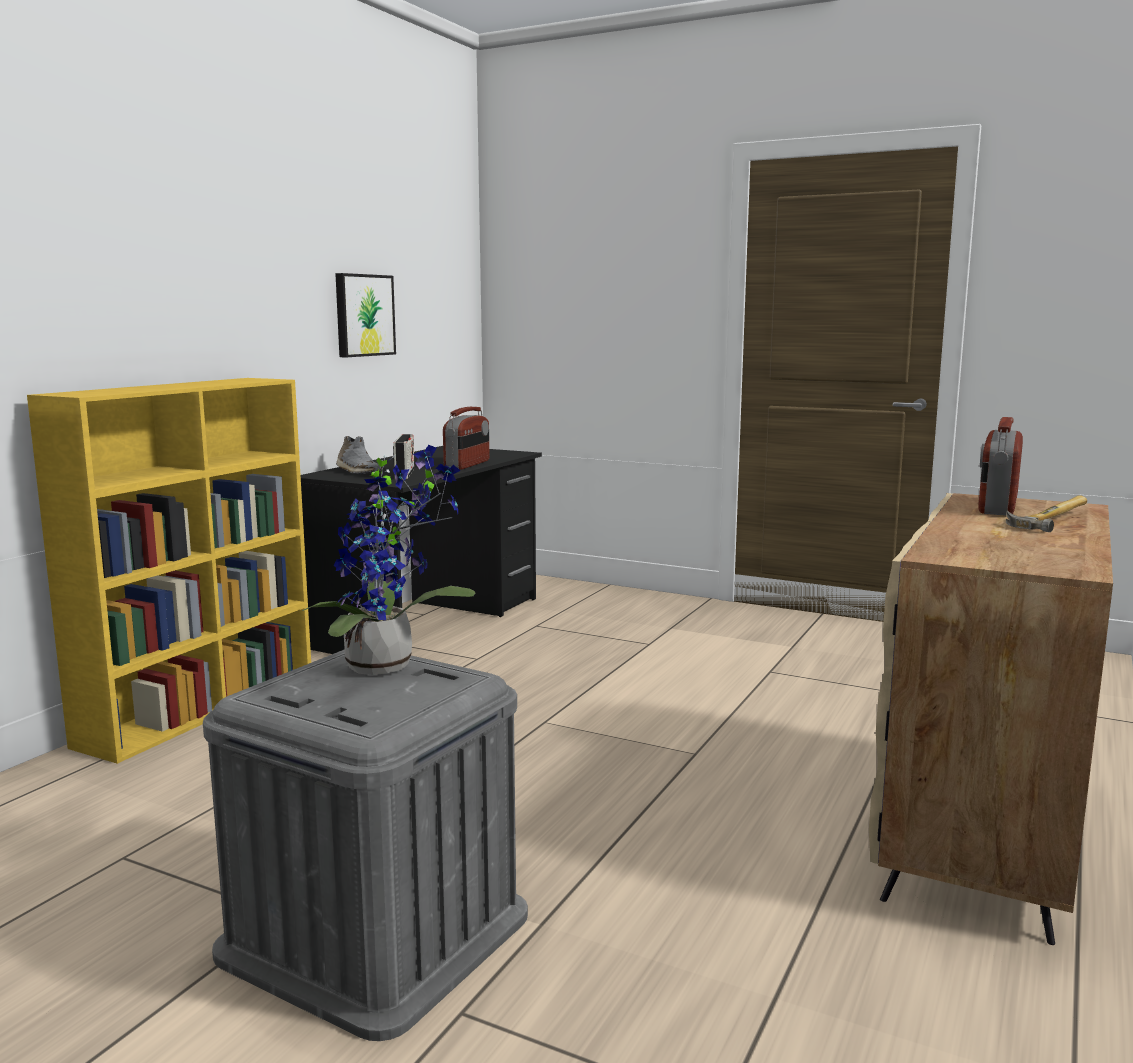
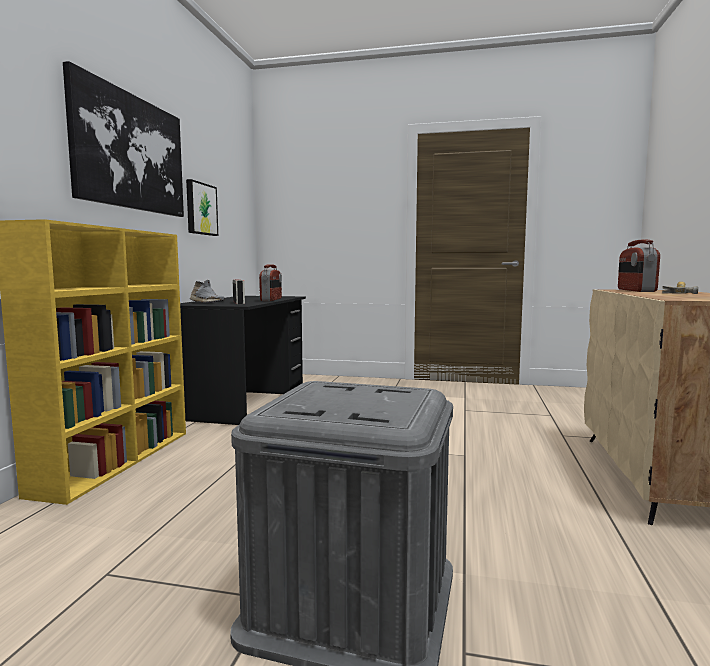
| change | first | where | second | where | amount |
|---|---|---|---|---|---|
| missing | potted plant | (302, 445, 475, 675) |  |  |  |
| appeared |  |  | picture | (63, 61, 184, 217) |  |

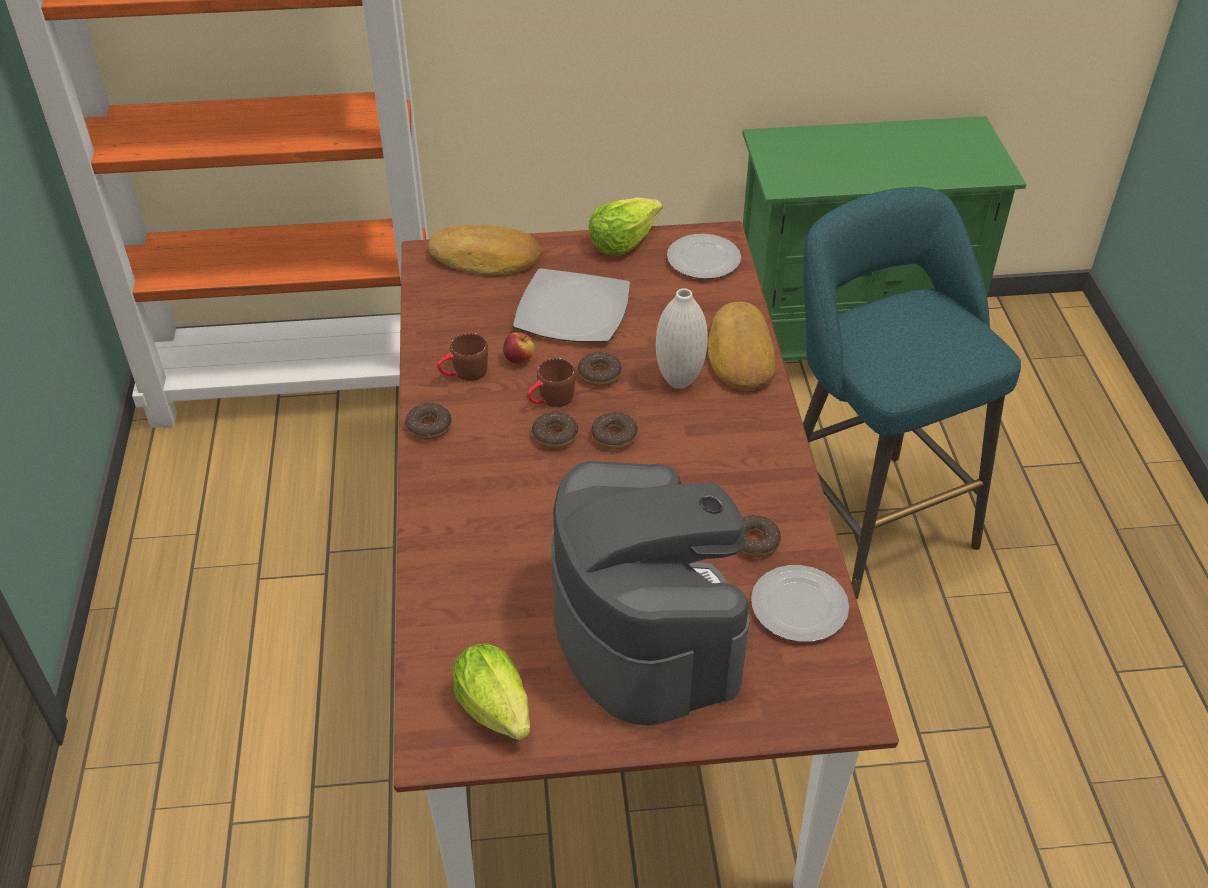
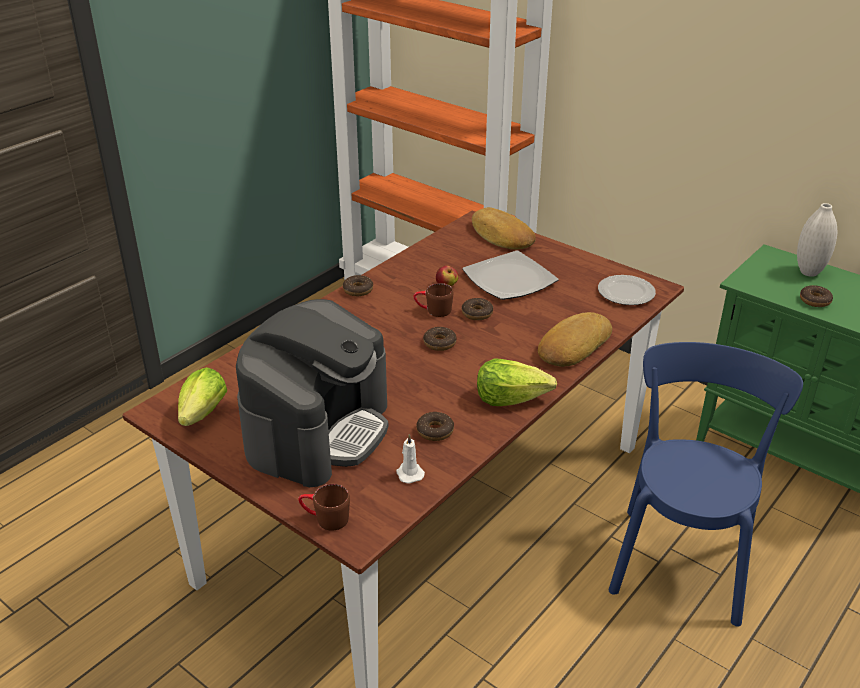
| change | first | where | second | where | amount |
|---|---|---|---|---|---|
| exchanged | turquoise stool | (803, 187, 1021, 599) | blue chair | (609, 342, 803, 627) |  |
| relocated | lettuce | (588, 198, 662, 255) |  | (477, 358, 557, 406) |  |
| relocated | white vase | (656, 288, 708, 389) |  | (797, 203, 837, 277) |  |
| relocated | brown mug | (437, 333, 488, 381) |  | (298, 484, 350, 531) |  |
| relocated | donut | (532, 412, 578, 449) |  | (800, 285, 833, 307) |  |
| exchanged | plate | (751, 565, 849, 642) | white candle | (396, 434, 425, 484) |  |

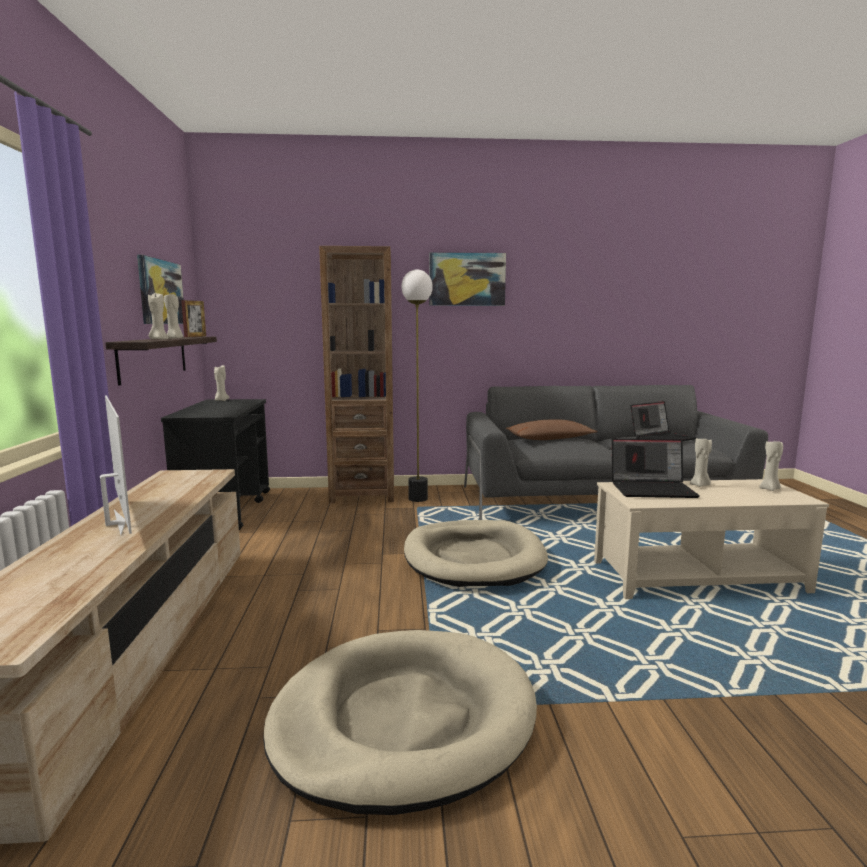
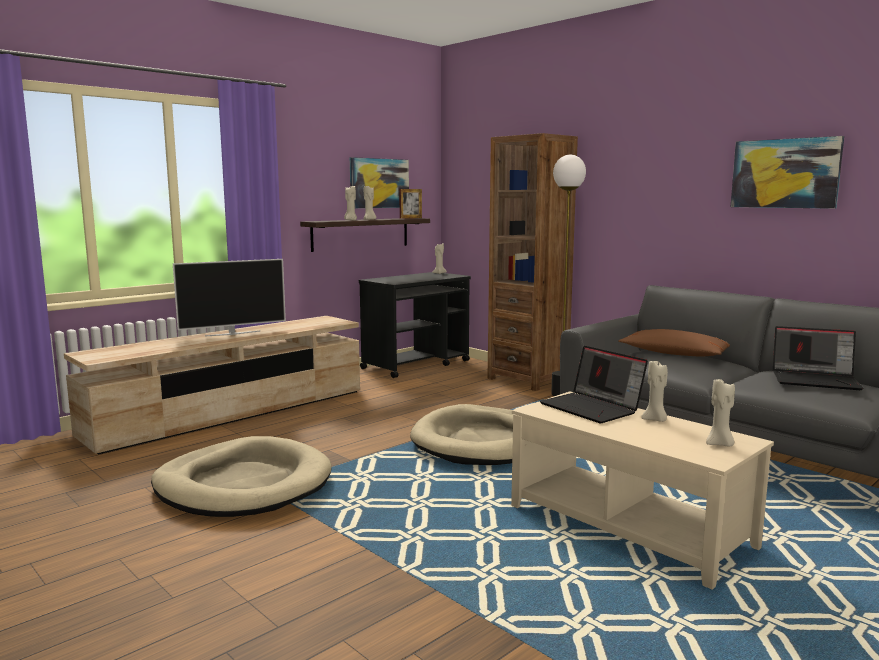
| change | first | where | second | where | amount |
|---|---|---|---|---|---|
| relocated | picture | (429, 252, 506, 306) |  | (731, 136, 844, 209) |  |
| spun | television | (100, 395, 132, 535) |  | (173, 259, 286, 336) | 45 degrees clockwise |

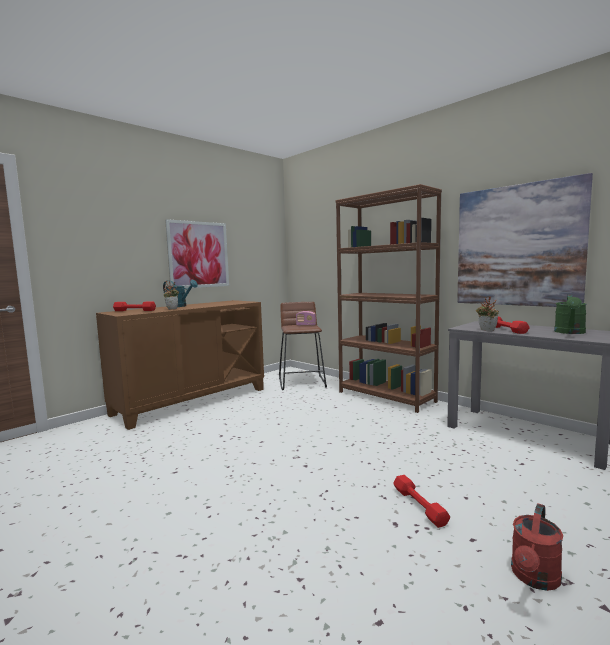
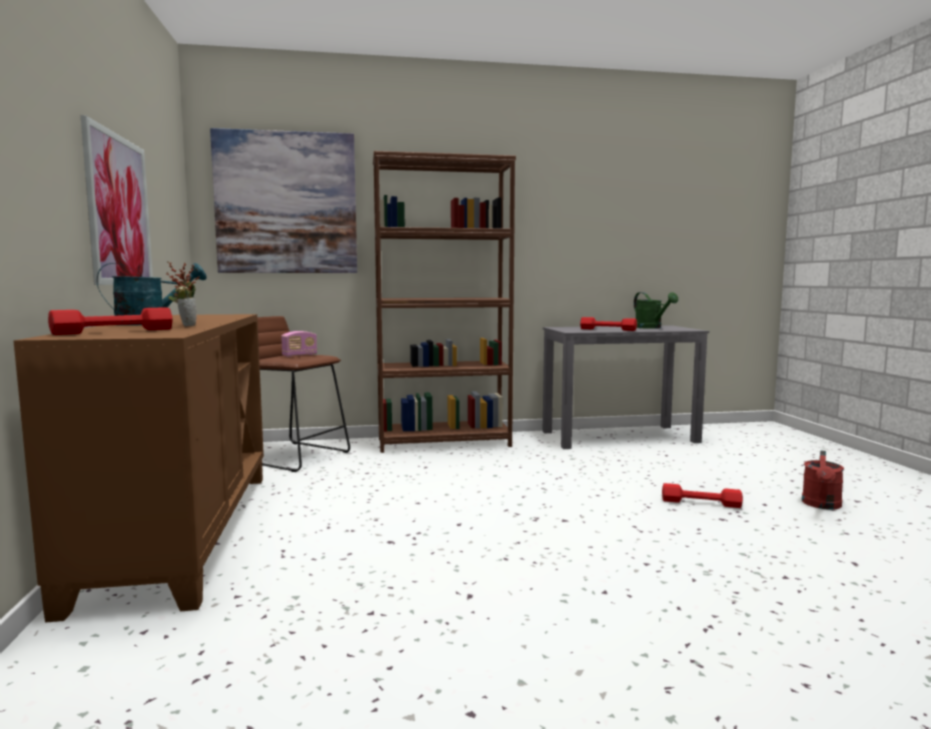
| change | first | where | second | where | amount |
|---|---|---|---|---|---|
| relocated | picture | (457, 173, 593, 307) |  | (210, 128, 357, 273) |  |
| missing | potted plant | (476, 296, 499, 331) |  |  |  |
| spun | red watering can | (511, 503, 563, 591) |  | (802, 450, 844, 510) | 45 degrees clockwise |

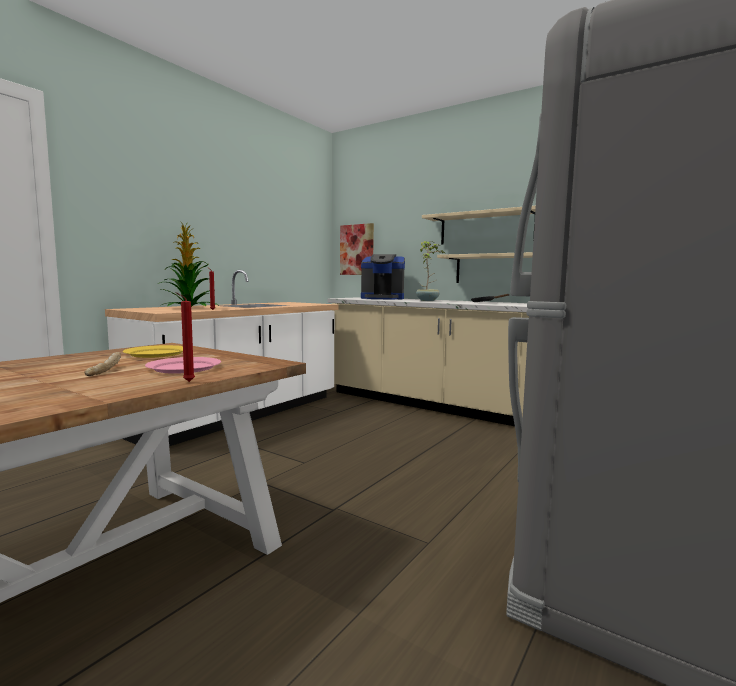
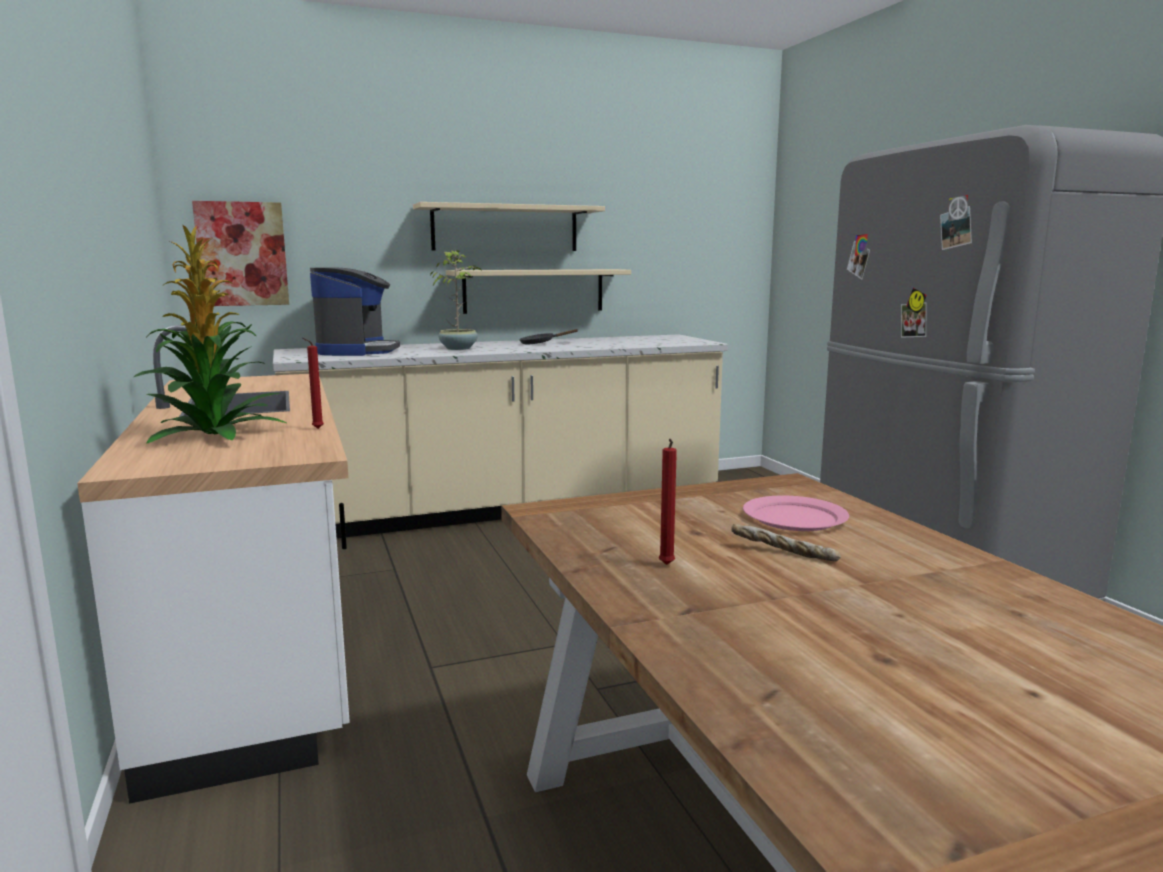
| change | first | where | second | where | amount |
|---|---|---|---|---|---|
| spun | coffee machine | (361, 254, 405, 300) |  | (310, 267, 400, 356) | 45 degrees counterclockwise |
| relocated | red candle | (175, 292, 195, 382) |  | (659, 439, 677, 565) |  |
| missing | yellow plate | (123, 345, 183, 358) |  |  |  |

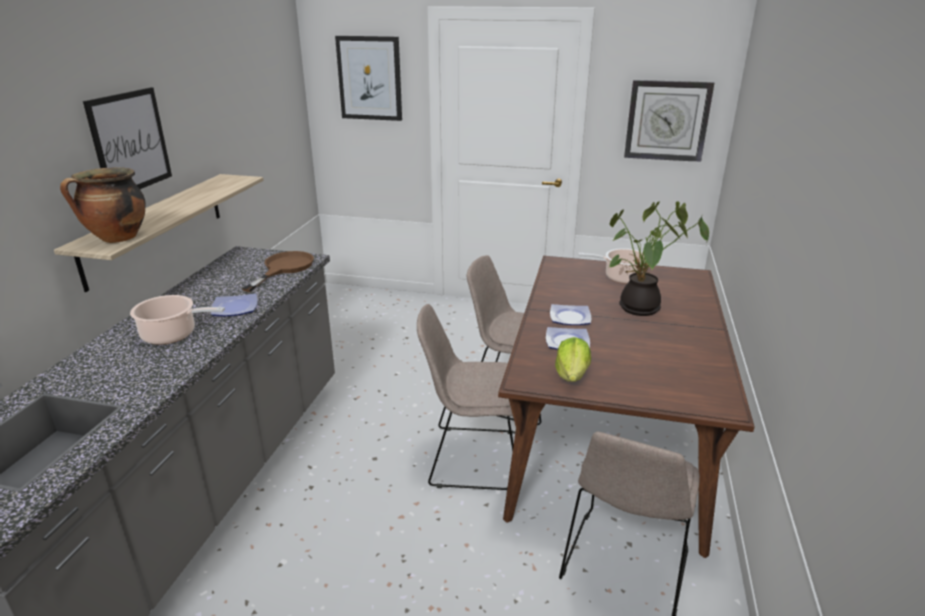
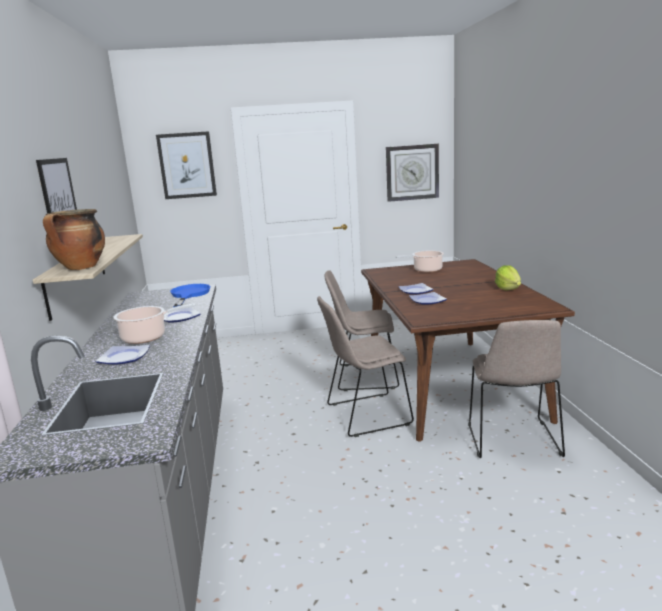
| change | first | where | second | where | amount |
|---|---|---|---|---|---|
| missing | potted plant | (608, 201, 709, 316) |  |  |  |
| colour | brown frying pan | (242, 251, 314, 292) | blue frying pan | (170, 284, 210, 307) |  |
| relocated | lettuce | (555, 337, 591, 382) |  | (495, 265, 521, 290) |  |
| appeared |  |  | plate | (95, 345, 150, 364) |  |

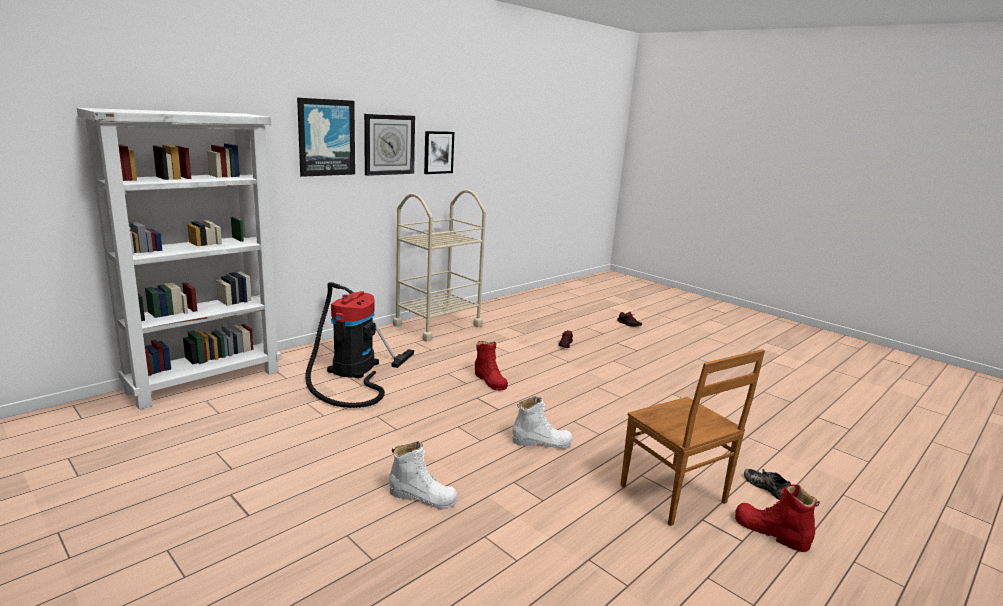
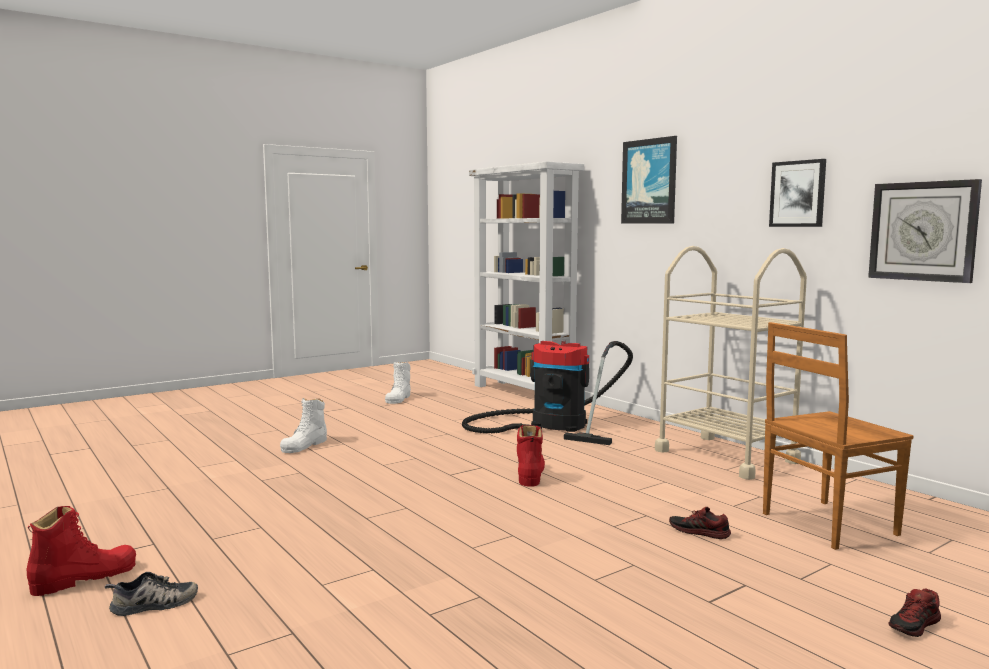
| change | first | where | second | where | amount |
|---|---|---|---|---|---|
| relocated | wall clock | (364, 114, 415, 176) |  | (868, 179, 982, 283) |  |
| spun | red boot | (475, 341, 508, 391) |  | (517, 425, 545, 487) | 120 degrees clockwise |
| relocated | brown chair | (620, 349, 765, 526) |  | (763, 322, 914, 550) |  |
| relocated | white boot | (512, 396, 572, 449) |  | (385, 362, 411, 404) |  |

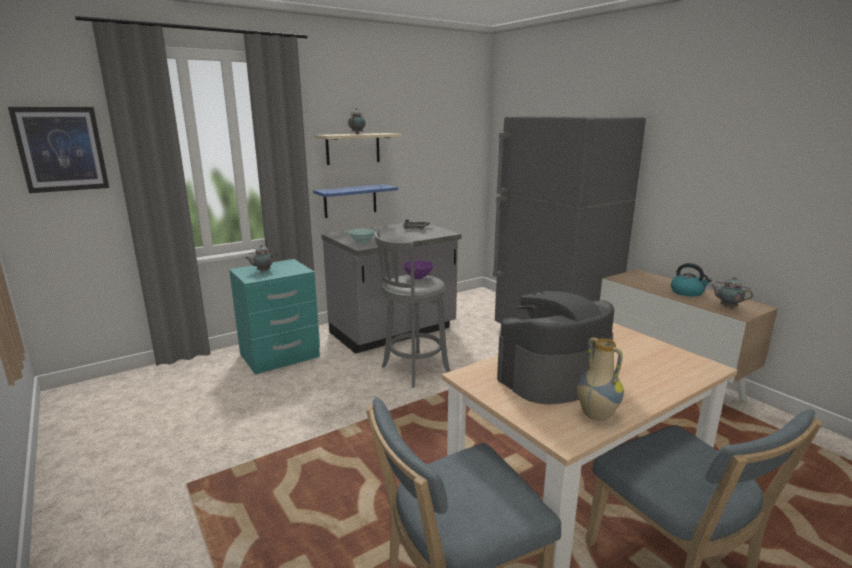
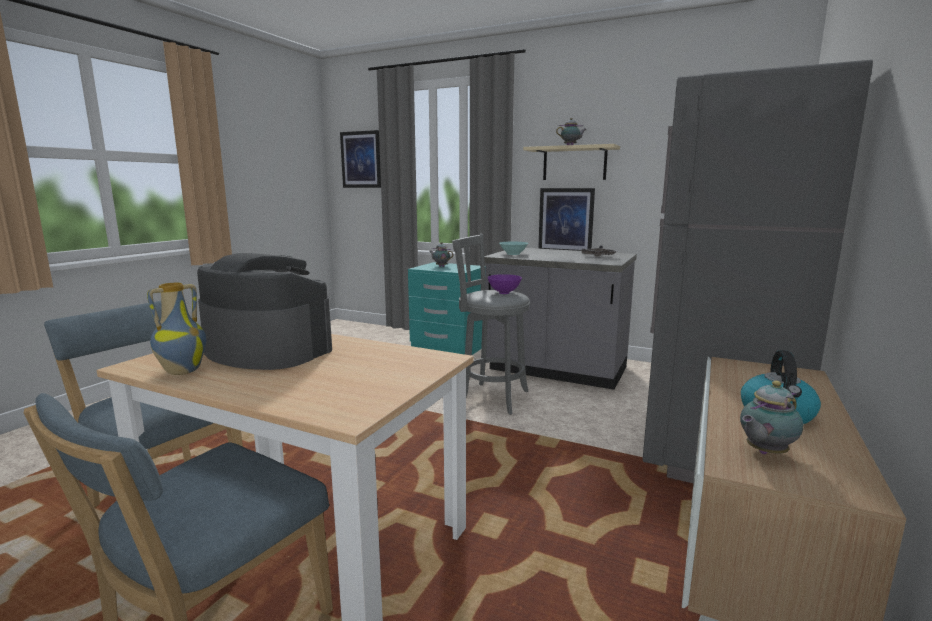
| change | first | where | second | where | amount |
|---|---|---|---|---|---|
| exchanged | blue shelf | (313, 184, 398, 218) | picture | (538, 188, 595, 251) |  |
| spun | teapot | (711, 277, 753, 308) |  | (740, 381, 803, 454) | 135 degrees counterclockwise |

